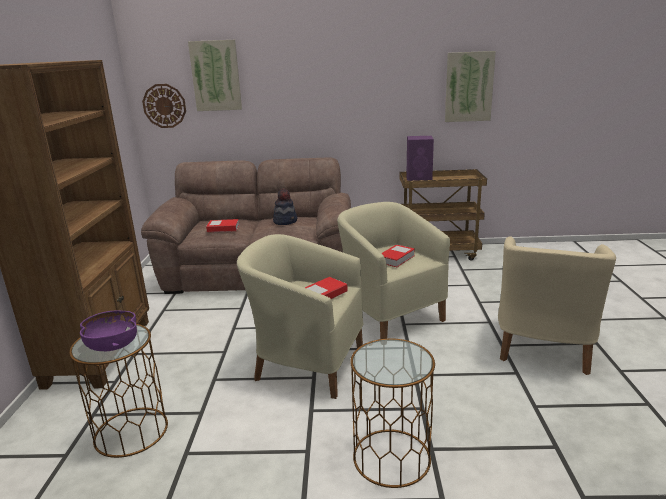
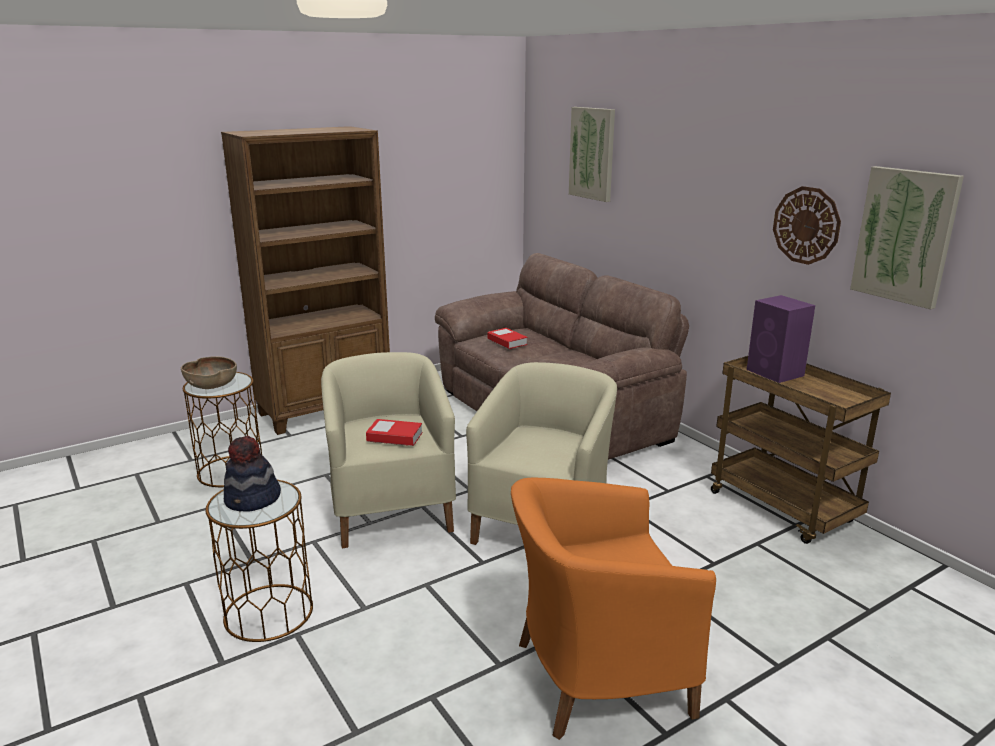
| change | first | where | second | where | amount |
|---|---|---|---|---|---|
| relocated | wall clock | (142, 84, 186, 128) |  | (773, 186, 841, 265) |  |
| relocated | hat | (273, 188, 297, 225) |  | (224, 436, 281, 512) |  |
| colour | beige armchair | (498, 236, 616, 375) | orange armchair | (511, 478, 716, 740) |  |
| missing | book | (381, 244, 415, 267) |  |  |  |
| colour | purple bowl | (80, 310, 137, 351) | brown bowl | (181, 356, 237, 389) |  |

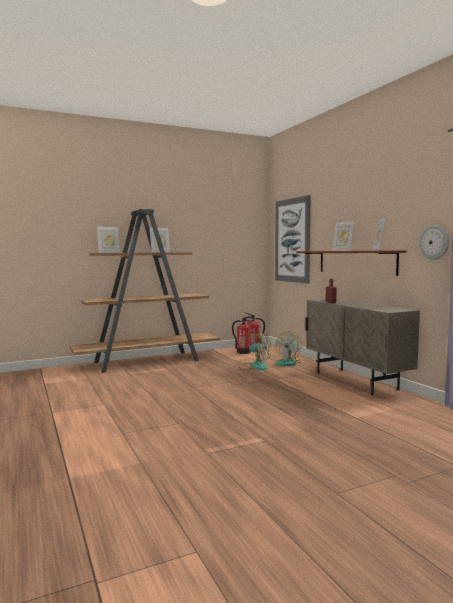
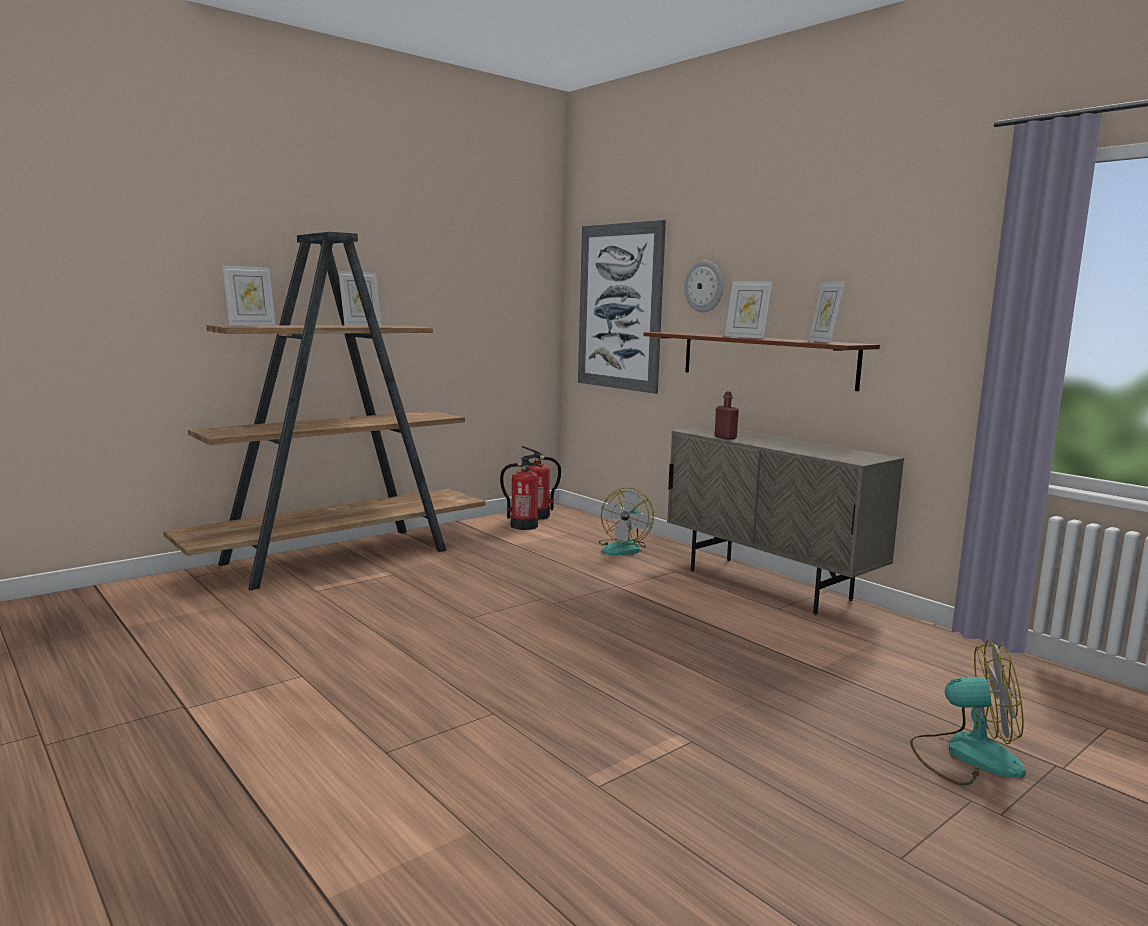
| change | first | where | second | where | amount |
|---|---|---|---|---|---|
| relocated | wall clock | (419, 225, 449, 260) |  | (684, 261, 723, 312) |  |
| relocated | fan | (239, 332, 271, 370) |  | (910, 640, 1026, 785) |  |

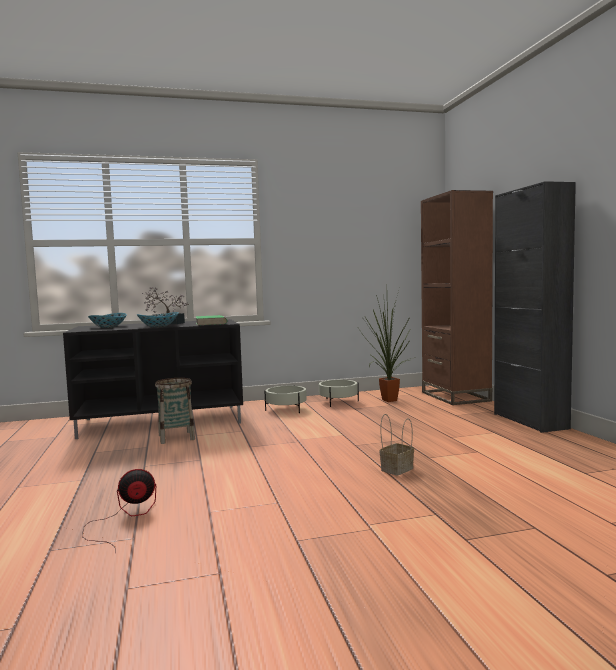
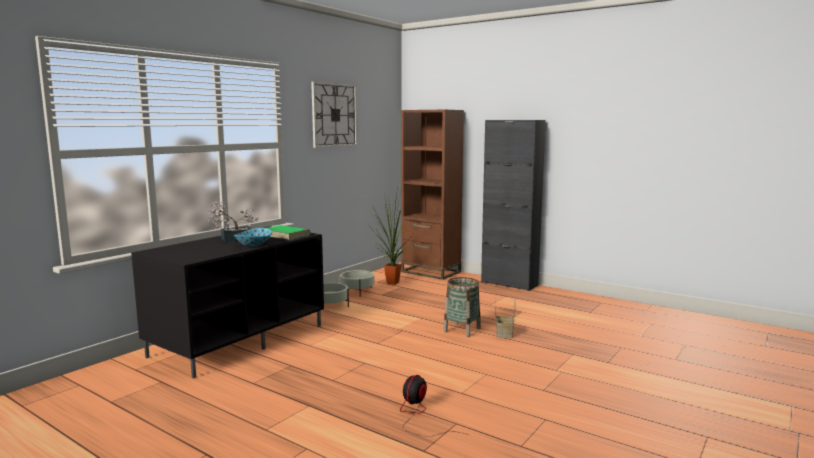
| change | first | where | second | where | amount |
|---|---|---|---|---|---|
| missing | bowl | (88, 313, 127, 328) |  |  |  |
| relocated | basket | (155, 378, 195, 444) |  | (443, 277, 481, 337) |  |
| appeared |  |  | wall clock | (311, 81, 357, 148) |  |

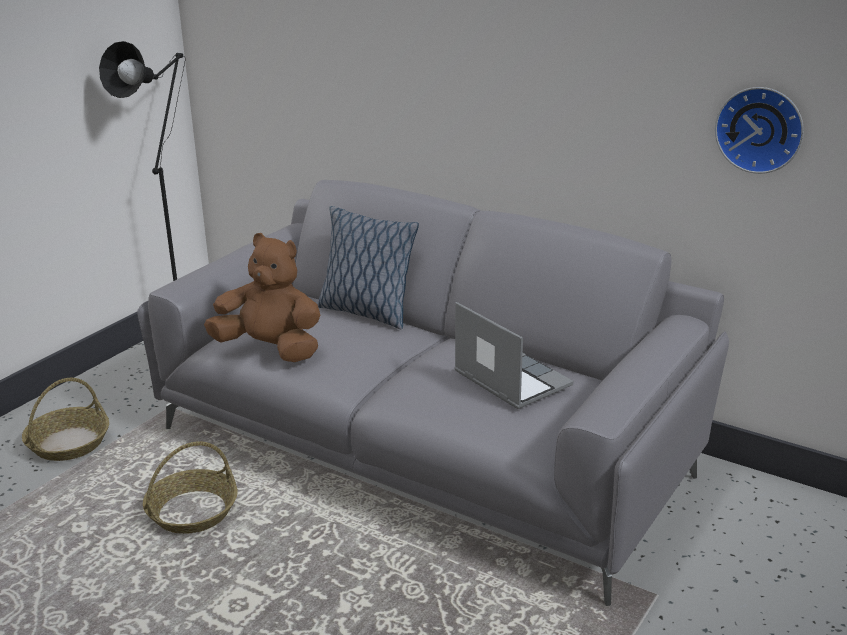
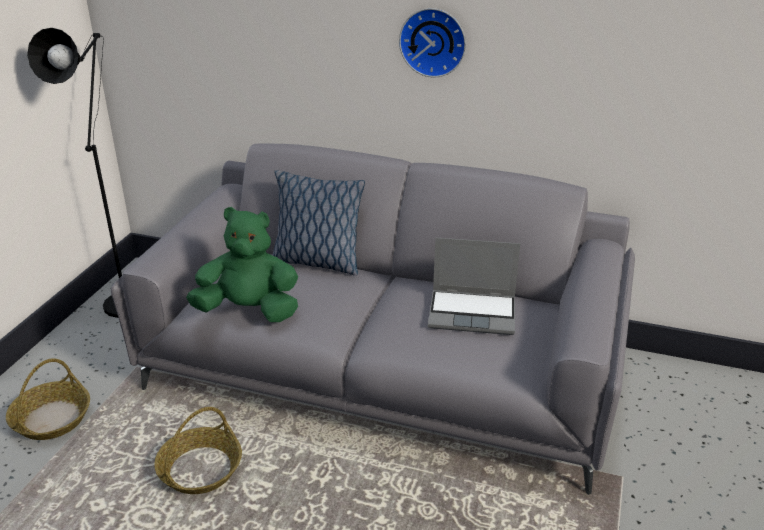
| change | first | where | second | where | amount |
|---|---|---|---|---|---|
| relocated | wall clock | (715, 87, 804, 174) |  | (399, 8, 466, 77) |  |
| colour | brown plush toy | (204, 233, 320, 362) | green plush toy | (186, 207, 298, 322) |  |
| spun | laptop | (454, 302, 574, 409) |  | (428, 238, 520, 335) | 150 degrees clockwise |

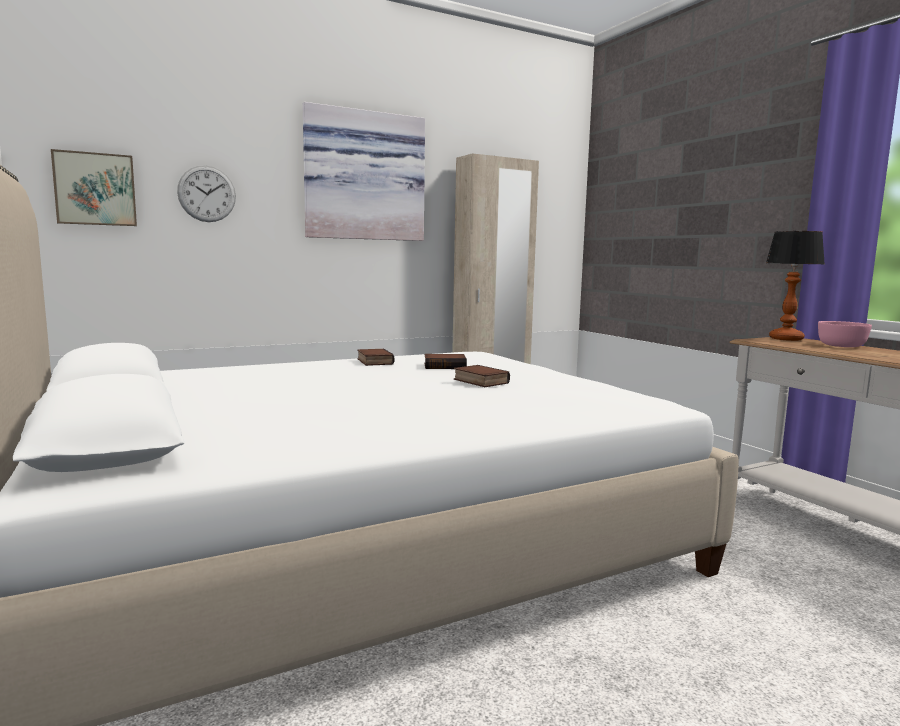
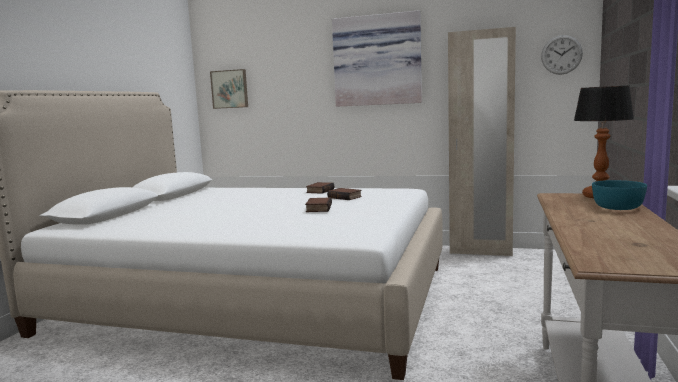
| change | first | where | second | where | amount |
|---|---|---|---|---|---|
| relocated | wall clock | (177, 165, 236, 222) |  | (541, 35, 583, 75) |  |
| colour | pink bowl | (818, 321, 872, 347) | turquoise bowl | (592, 180, 647, 210) |  |

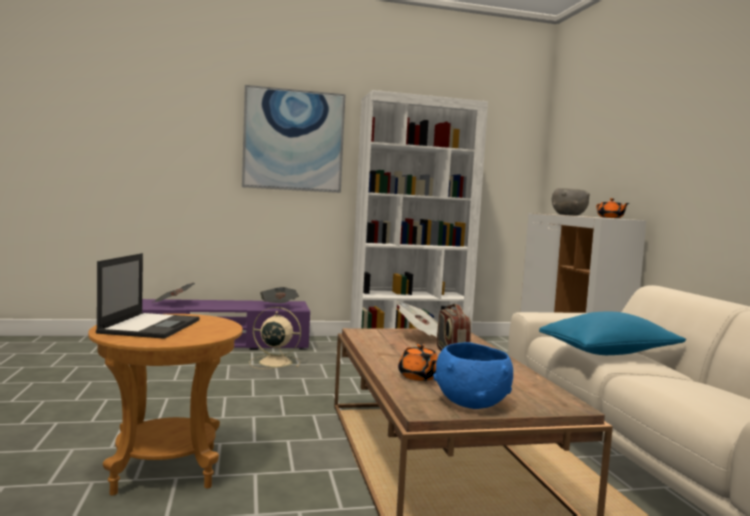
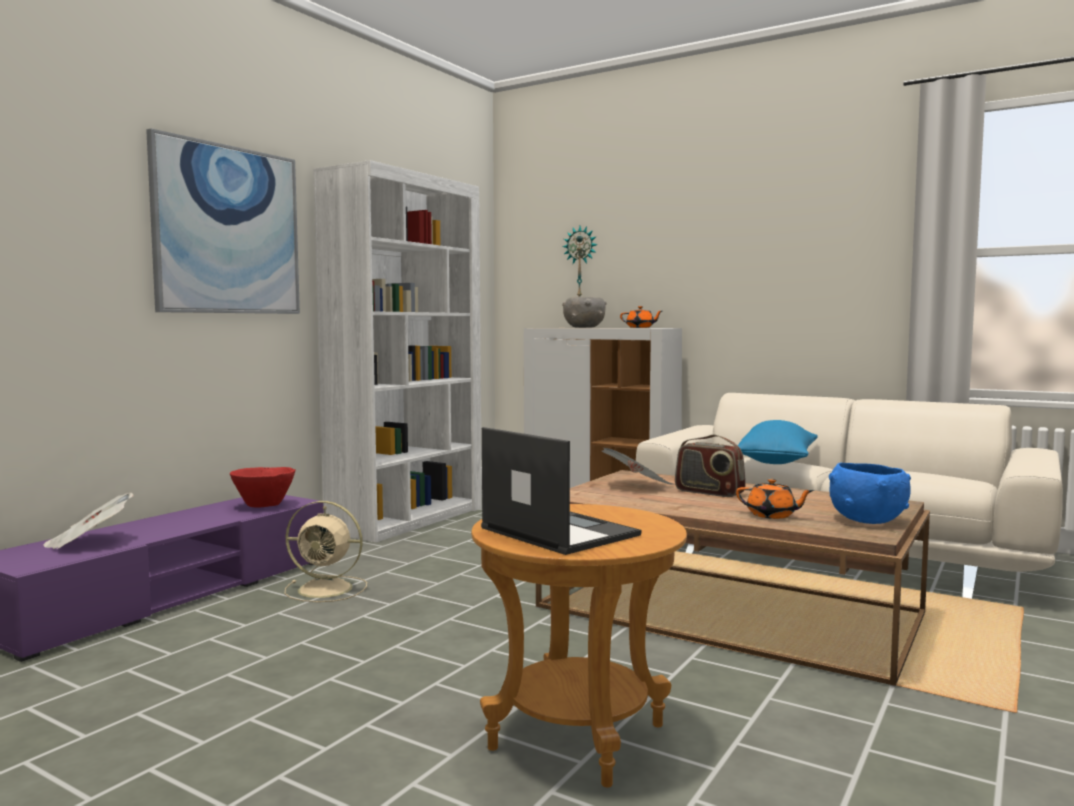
| change | first | where | second | where | amount |
|---|---|---|---|---|---|
| exchanged | newspaper | (260, 287, 299, 303) | red bowl | (230, 467, 295, 507) |  |
| spun | beige fan | (249, 307, 301, 369) |  | (285, 501, 367, 602) | 135 degrees counterclockwise |
| appeared |  |  | wall clock | (562, 226, 598, 296) |  |

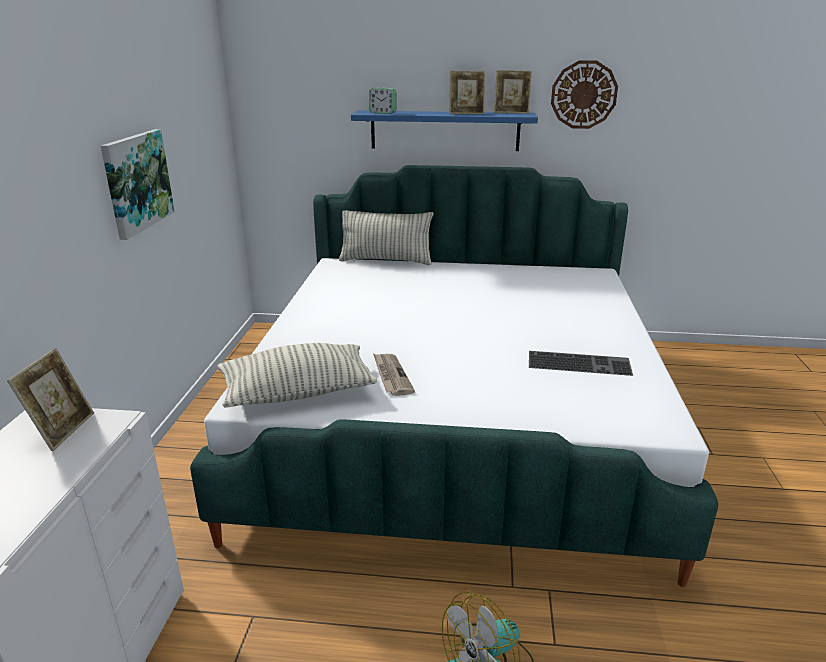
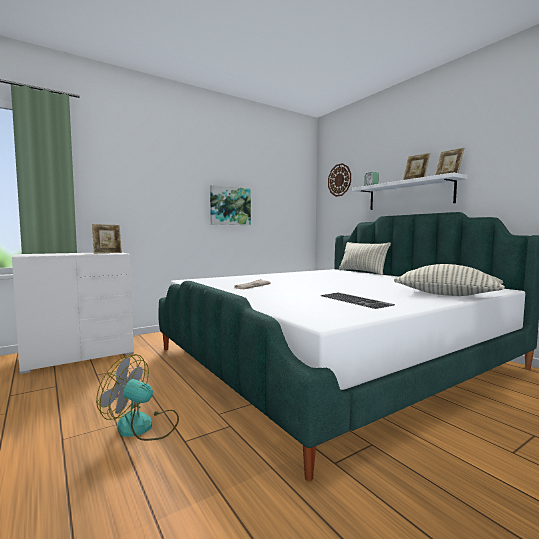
| change | first | where | second | where | amount |
|---|---|---|---|---|---|
| relocated | wall clock | (551, 60, 618, 129) |  | (328, 163, 351, 197) |  |
| colour | blue shelf | (351, 111, 538, 151) | white shelf | (352, 172, 467, 210) |  |
| relocated | pillow | (217, 343, 377, 408) |  | (394, 264, 505, 296) |  |

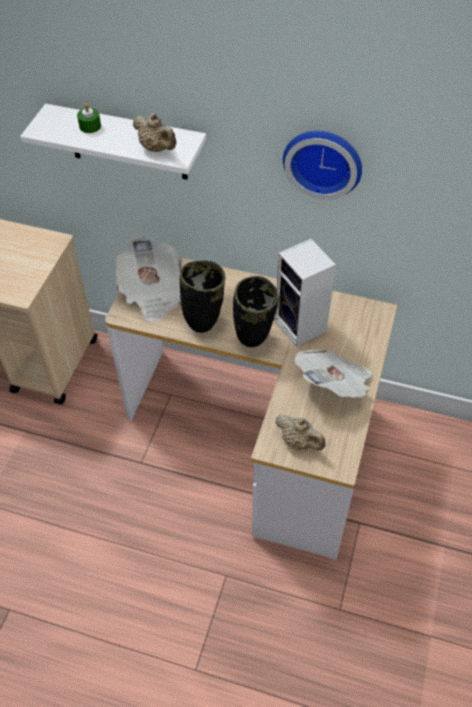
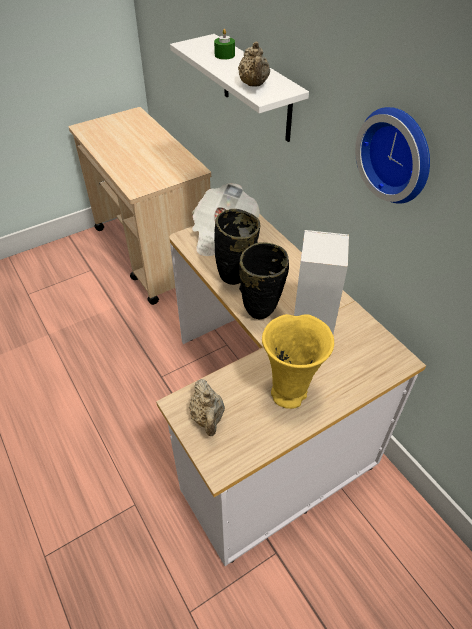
| change | first | where | second | where | amount |
|---|---|---|---|---|---|
| exchanged | newspaper | (294, 350, 373, 398) | yellow vase | (262, 314, 334, 409) |  |

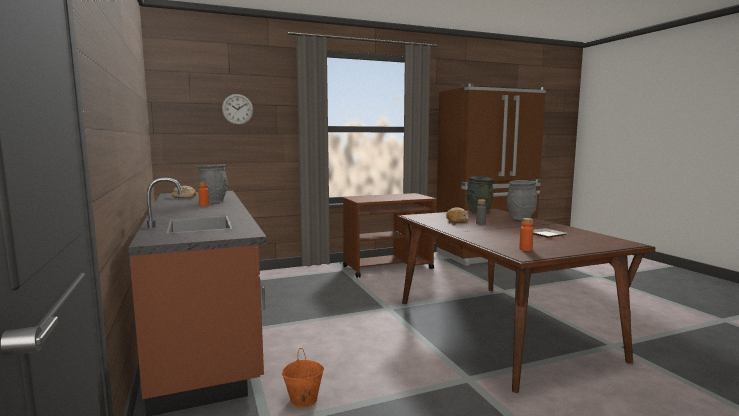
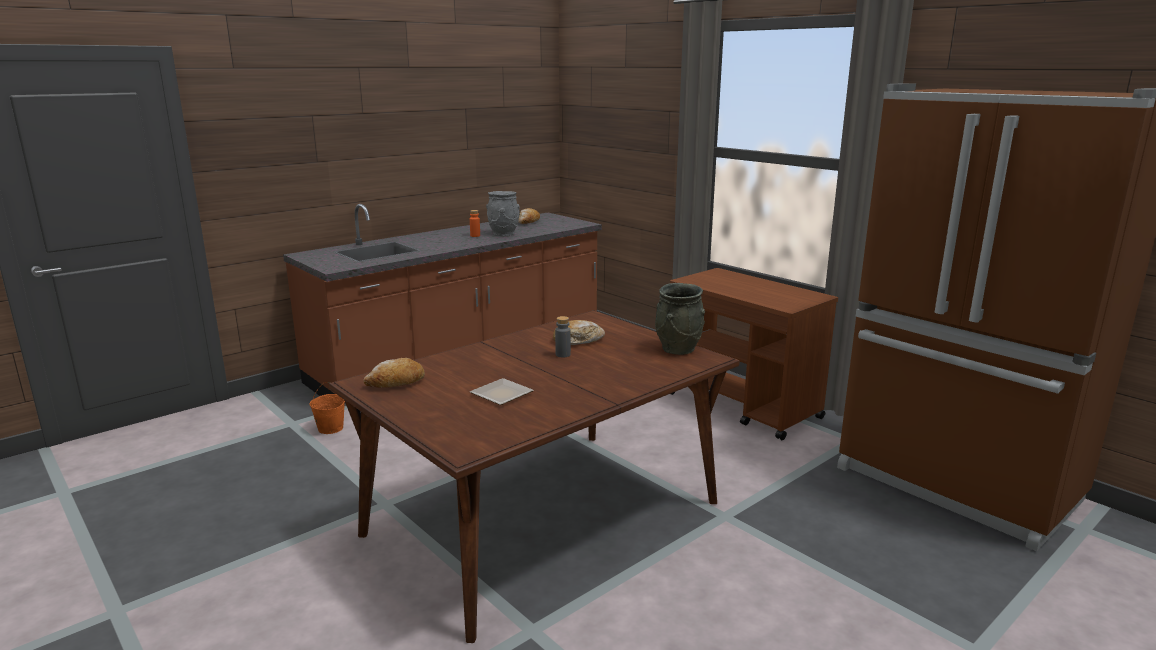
| change | first | where | second | where | amount |
|---|---|---|---|---|---|
| missing | wall clock | (222, 94, 253, 125) |  |  |  |
| missing | grey vase | (507, 180, 537, 220) |  |  |  |
| exchanged | orange bottle | (519, 218, 533, 251) | bread | (363, 358, 425, 388) |  |

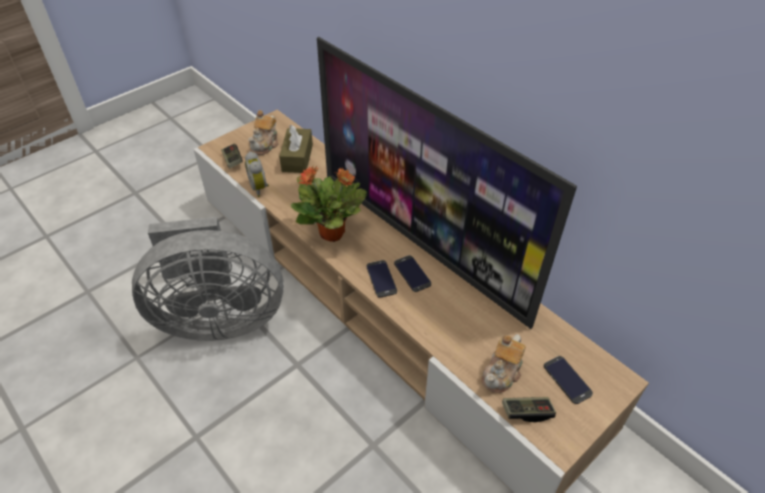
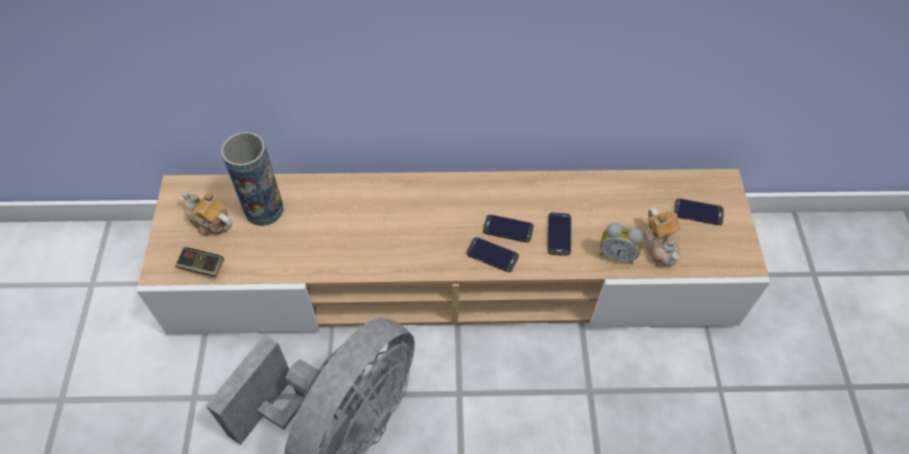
| change | first | where | second | where | amount |
|---|---|---|---|---|---|
| missing | television | (317, 37, 577, 329) |  |  |  |
| spun | teapot | (248, 110, 279, 155) |  | (180, 190, 232, 236) | 150 degrees clockwise |
| exchanged | brown tissue box | (279, 125, 313, 173) | vase | (221, 132, 284, 226) |  |
| relocated | alarm clock | (245, 151, 269, 197) |  | (600, 222, 644, 264) |  |
| missing | potted plant | (291, 166, 367, 242) |  |  |  |
| missing | game controller | (502, 397, 556, 422) |  |  |  |
| appeared |  |  | phone | (548, 212, 571, 256) |  |

